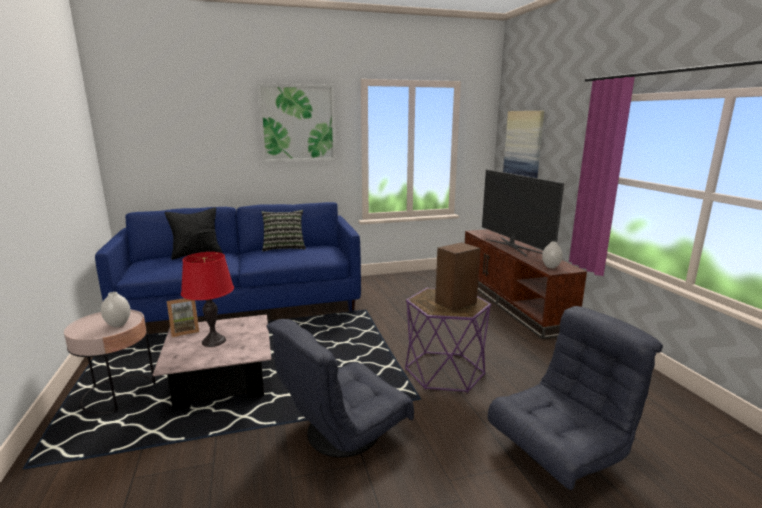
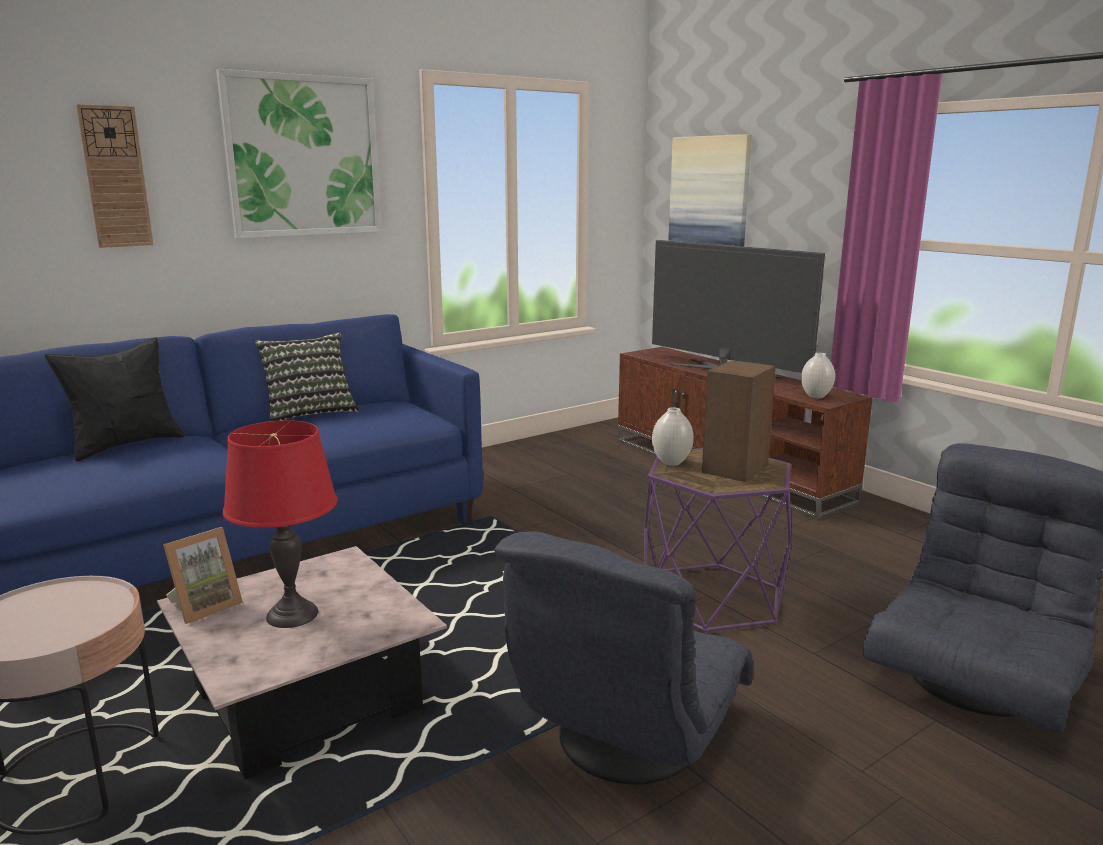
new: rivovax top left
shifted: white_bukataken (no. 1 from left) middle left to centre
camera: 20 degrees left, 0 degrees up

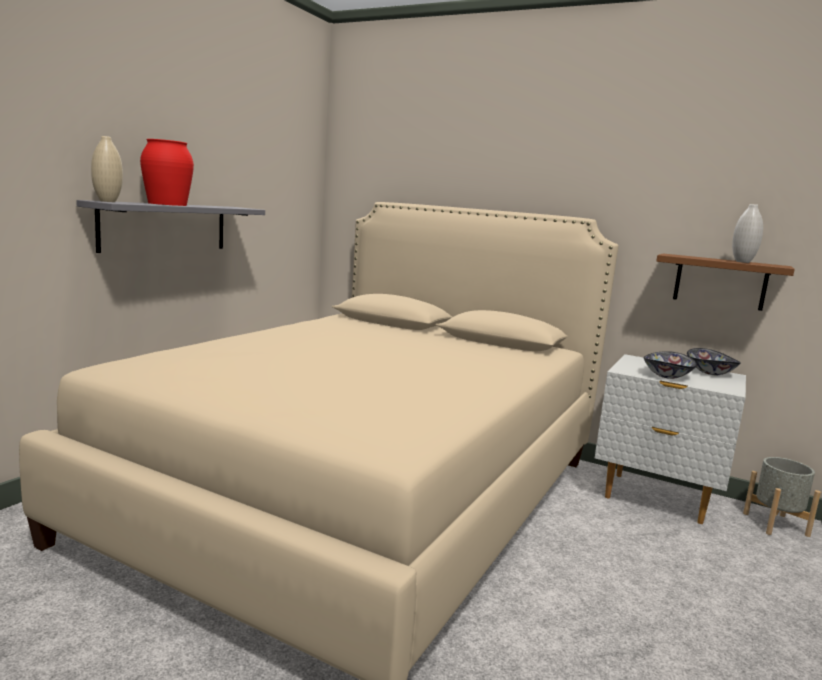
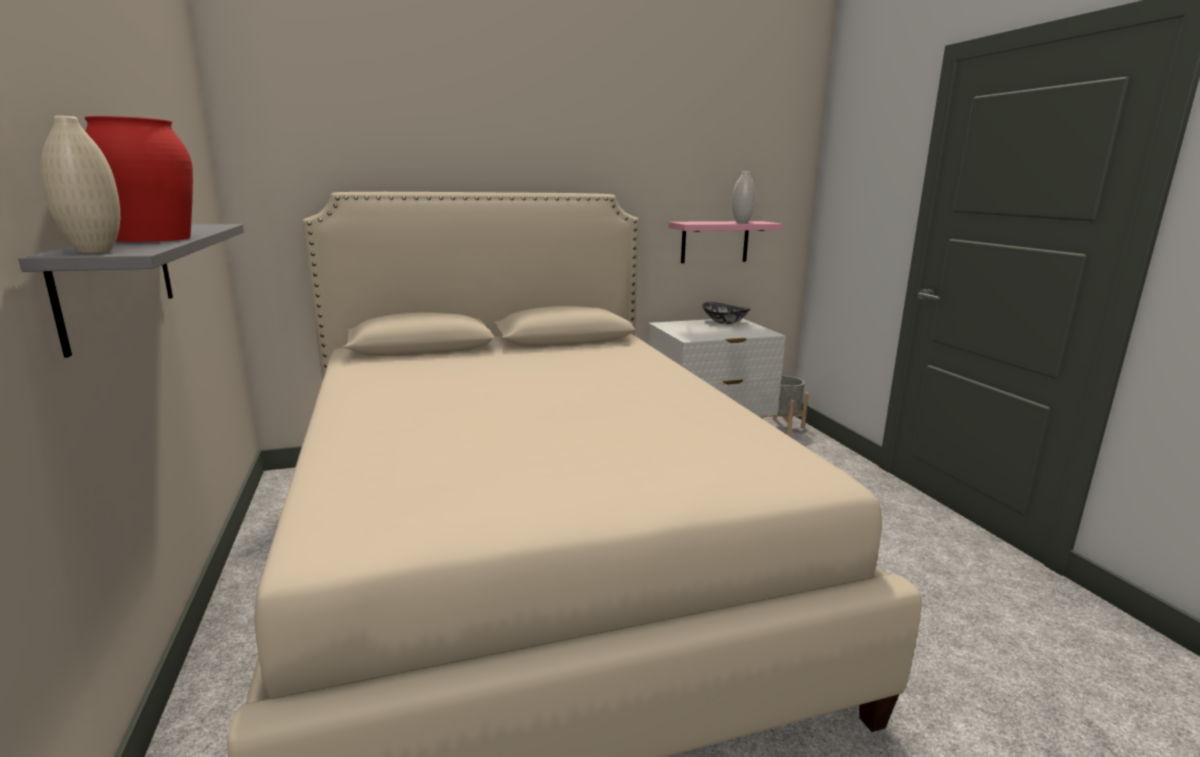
gone: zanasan (no. 1 from left) middle right
repainted: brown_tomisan middle right to pink_tomisan top centre
camera: 45 degrees left, 5 degrees up

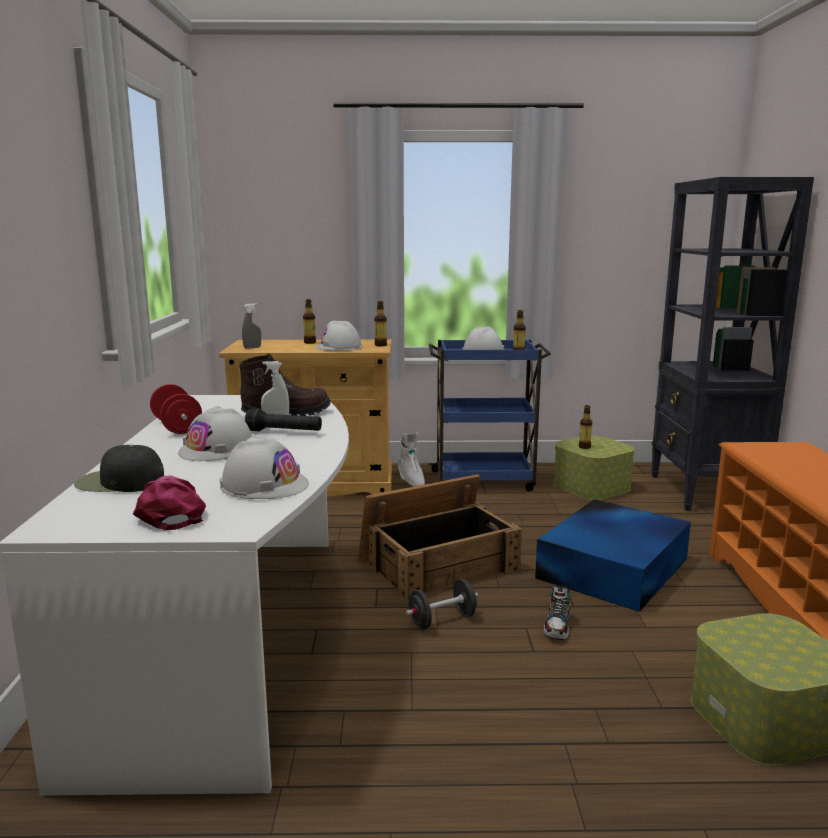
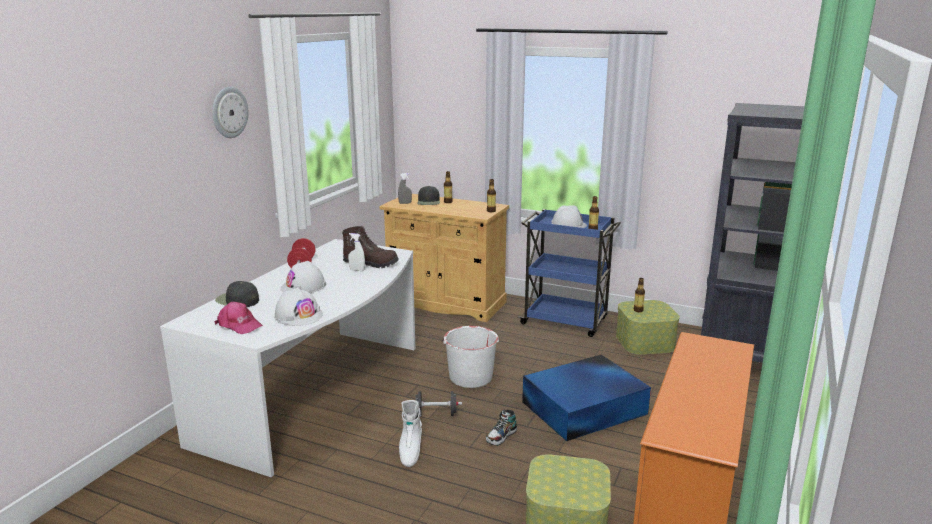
gone: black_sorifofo centre; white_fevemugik (no. 3 from left) centre
new: rivovax top left; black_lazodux (no. 2 from left) centre
shifted: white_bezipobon centre to bottom centre
swapped: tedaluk centre to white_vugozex bottom centre
rotated: pink_lazodux middle left = middle left 120 degrees clockwise
camera: 25 degrees right, 5 degrees up

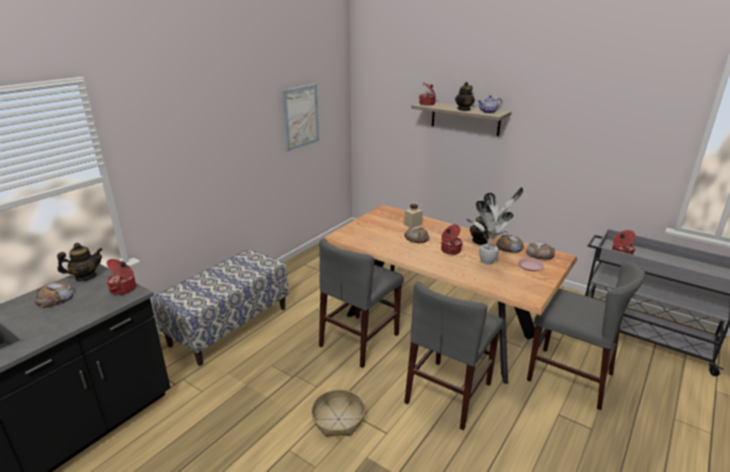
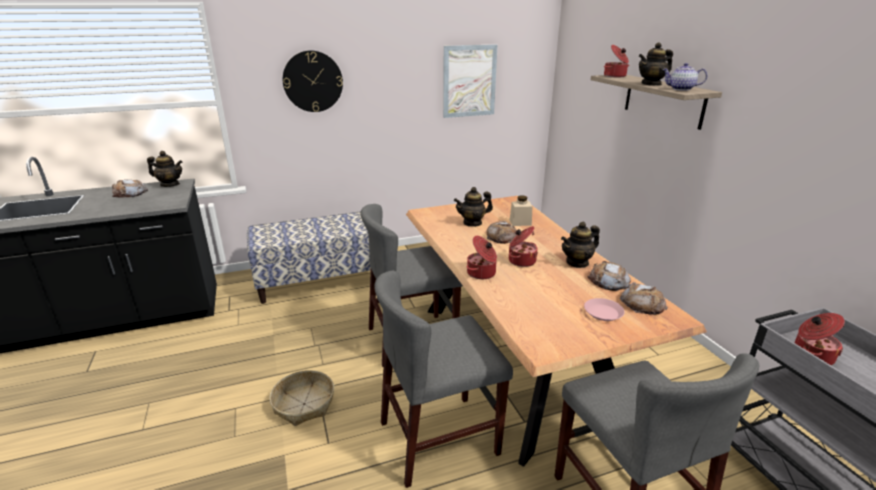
gone: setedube middle right
new: rivovax top centre; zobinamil (no. 2 from left) centre
shifted: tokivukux (no. 1 from left) middle left to centre
camera: 35 degrees right, 0 degrees up

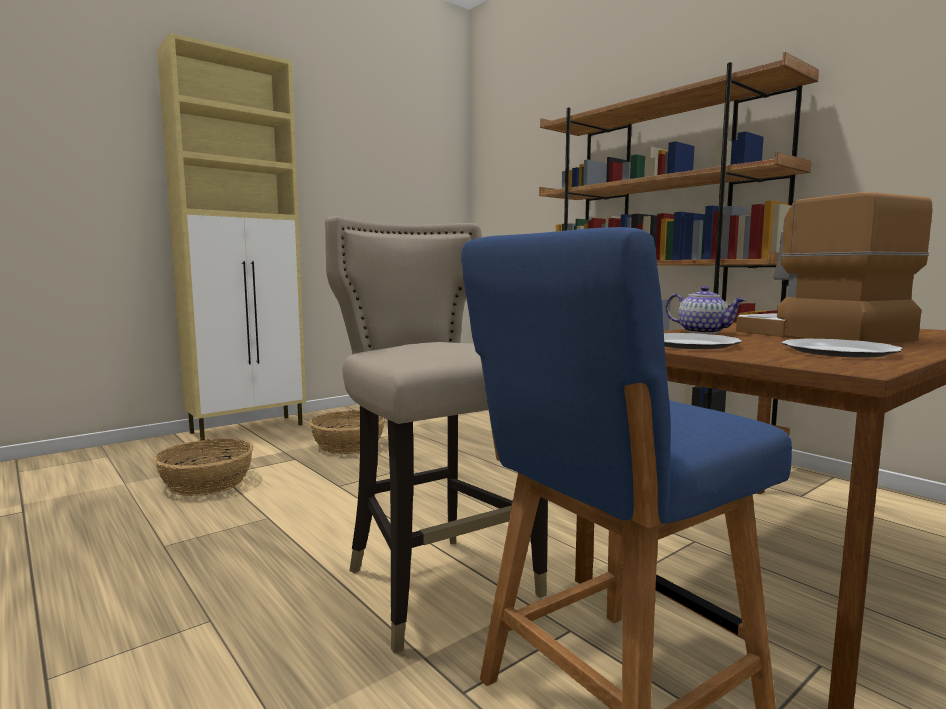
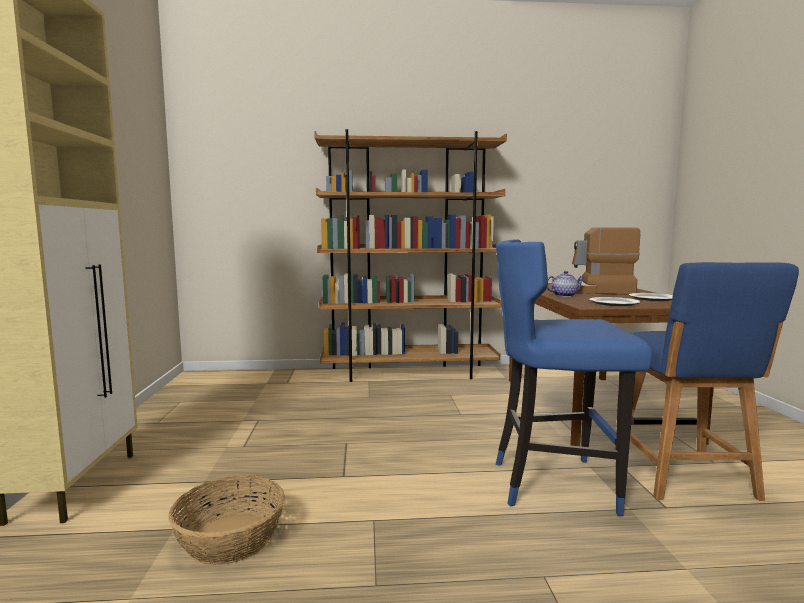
gone: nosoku (no. 2 from left) centre
repainted: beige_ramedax centre to blue_ramedax middle right
camera: 55 degrees left, 0 degrees up

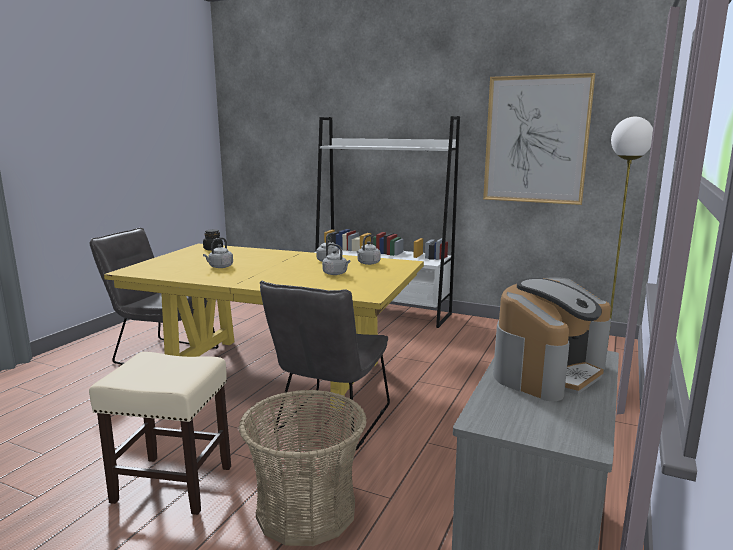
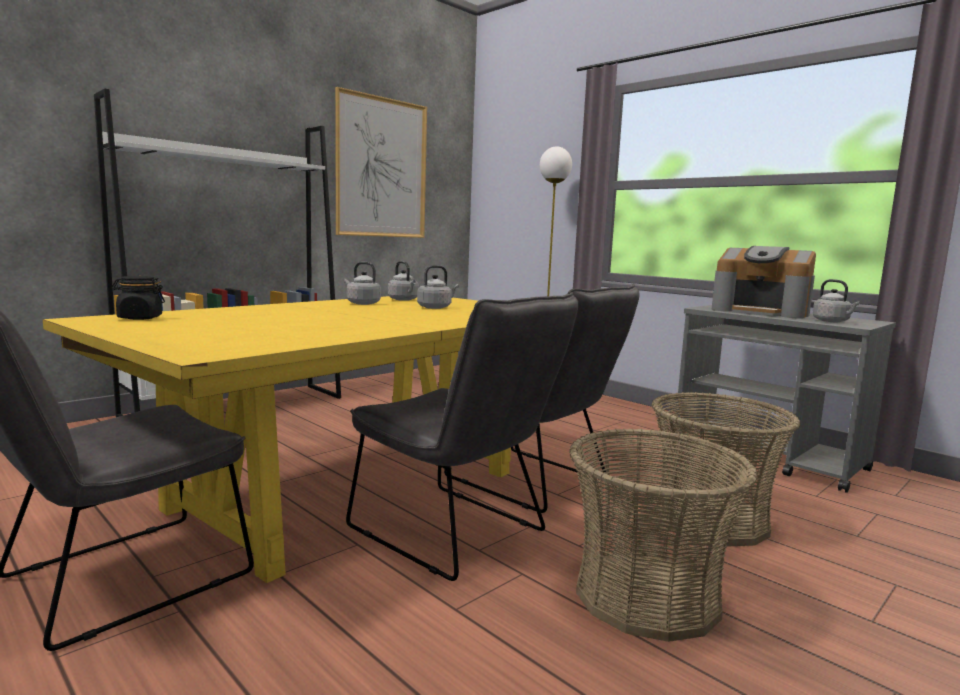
new: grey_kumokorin (no. 2 from left) centre
shifted: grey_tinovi (no. 1 from left in the first image) middle left to grey_tinovi (no. 4 from left) middle right
swapped: beige_ramedax bottom left to nosoku (no. 1 from left) bottom right
rotated: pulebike middle right = middle right 150 degrees clockwise
camera: 70 degrees left, 5 degrees down

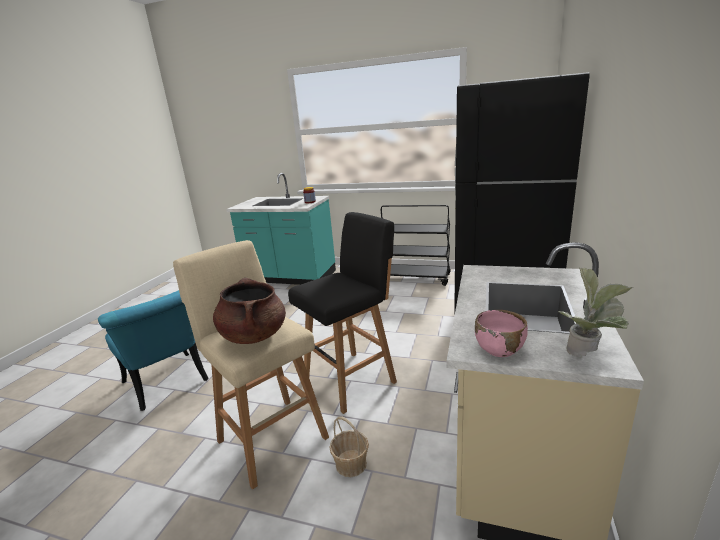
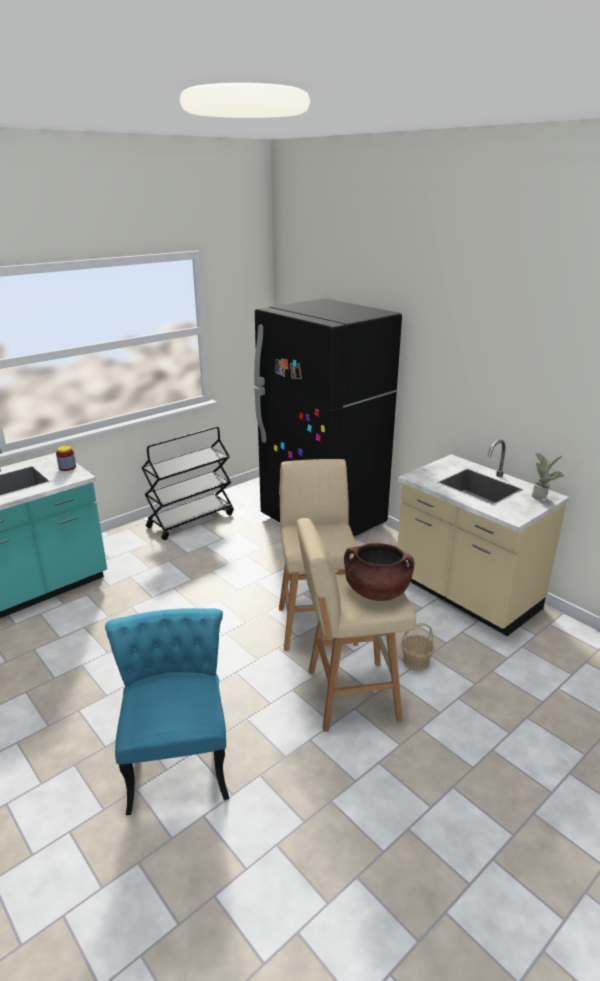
gone: pink_zanasan middle right
repainted: black_ramedax centre to beige_ramedax (no. 1 from left) centre
rotated: turquoise_kumokorin middle left = bottom left 90 degrees counterclockwise
camera: 60 degrees left, 5 degrees up

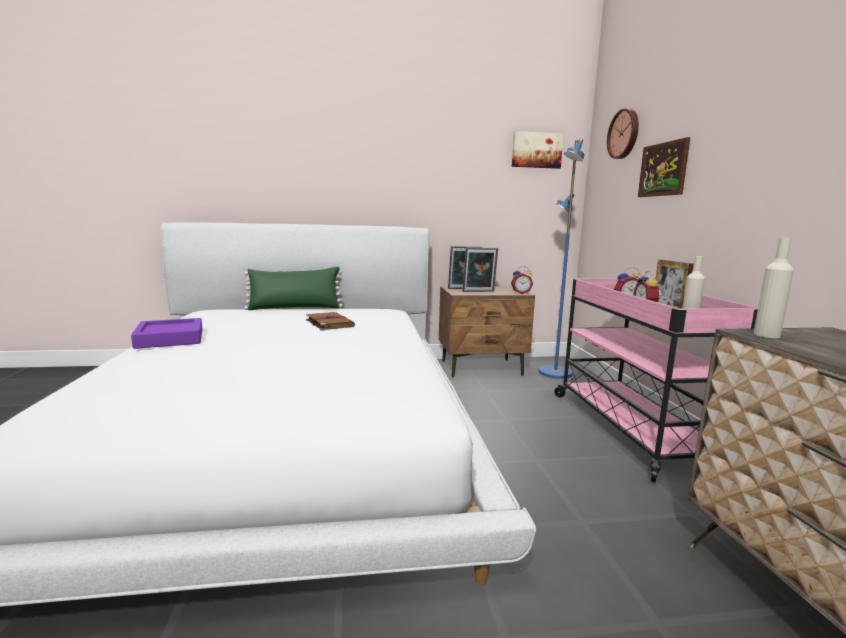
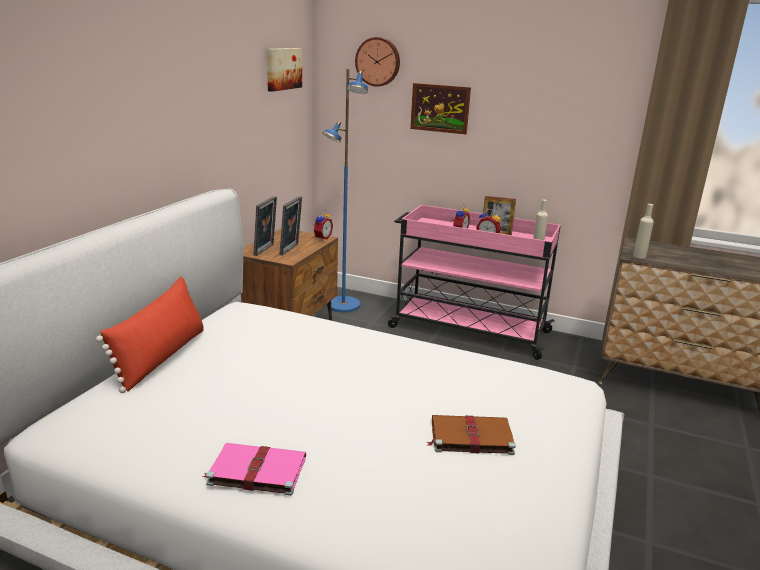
shifted: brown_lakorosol centre to bottom centre
swapped: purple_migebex middle left to pink_lakorosol bottom centre
repainted: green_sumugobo centre to red_sumugobo middle left
camera: 60 degrees left, 10 degrees up

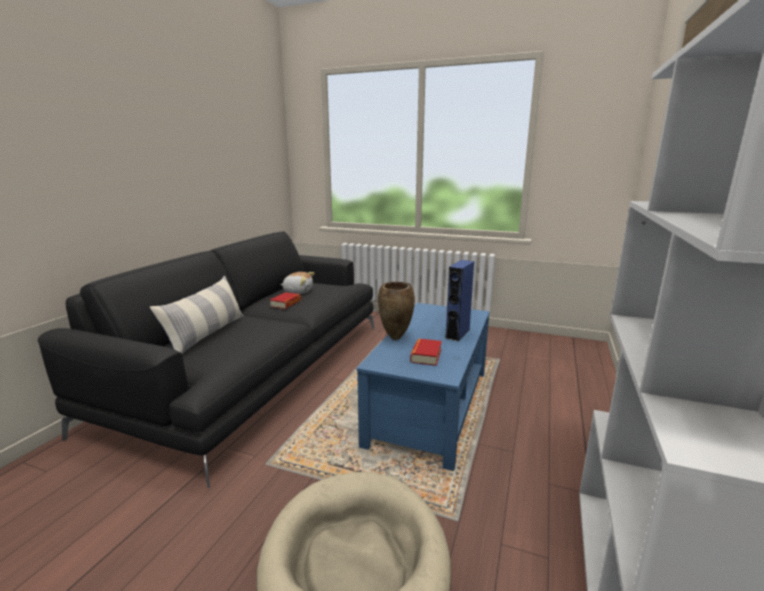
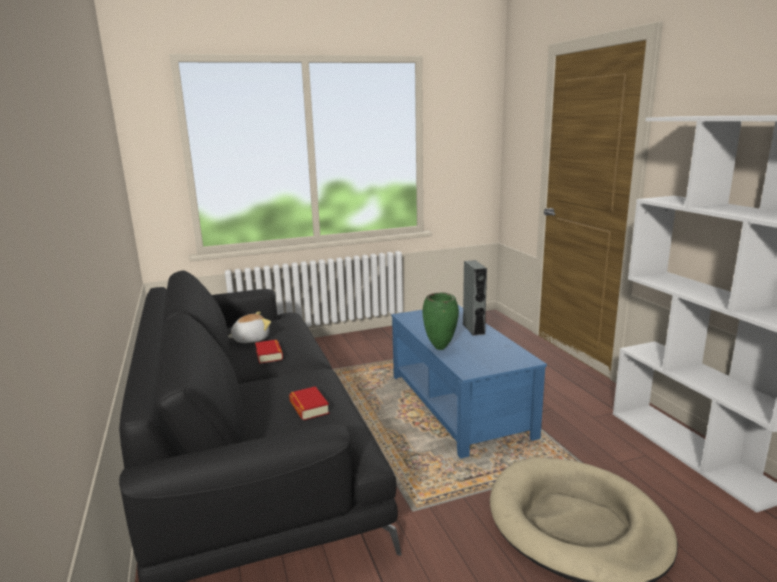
gone: sumugobo middle left
shifted: lakorosol (no. 2 from left) centre to bottom centre
repainted: brown_bukataken centre to green_bukataken centre; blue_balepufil centre to grey_balepufil centre
camera: 40 degrees left, 0 degrees up

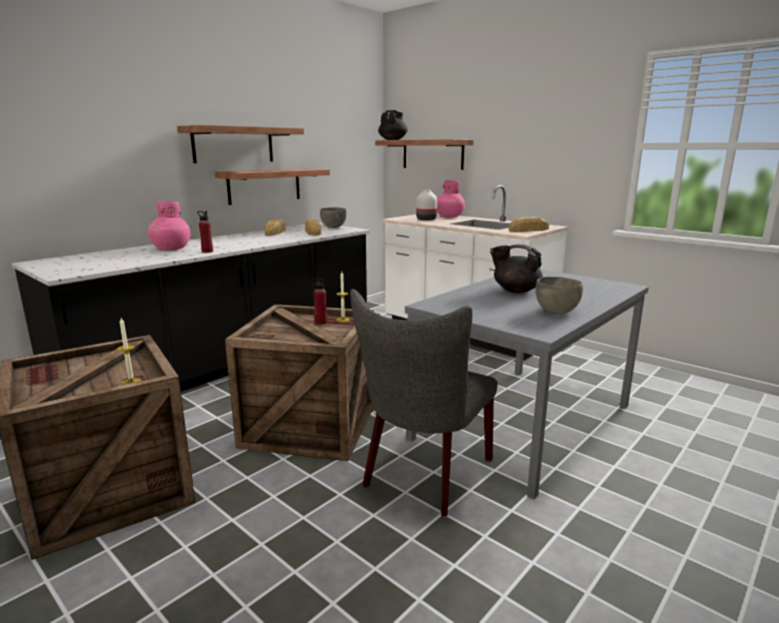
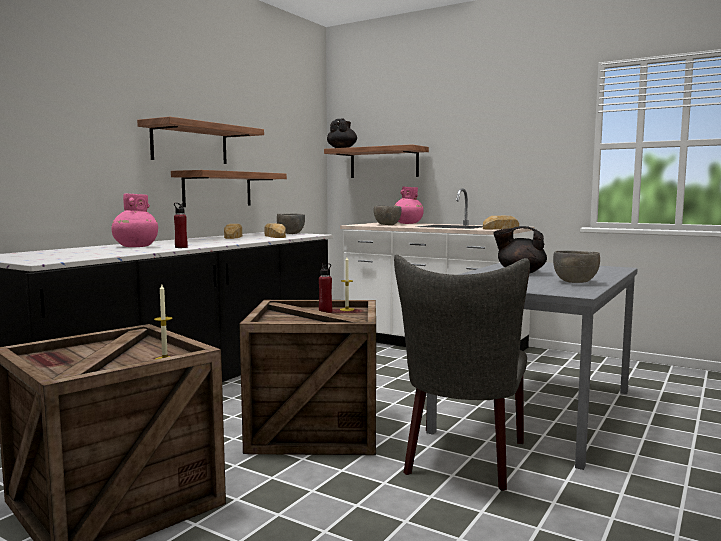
swapped: white_bukataken top centre to grey_zanasan (no. 2 from left) centre
camera: 10 degrees left, 10 degrees down

